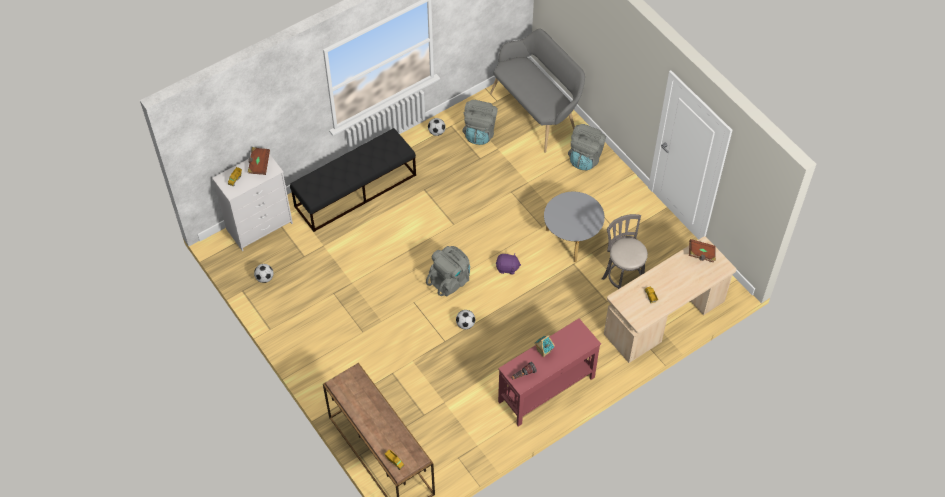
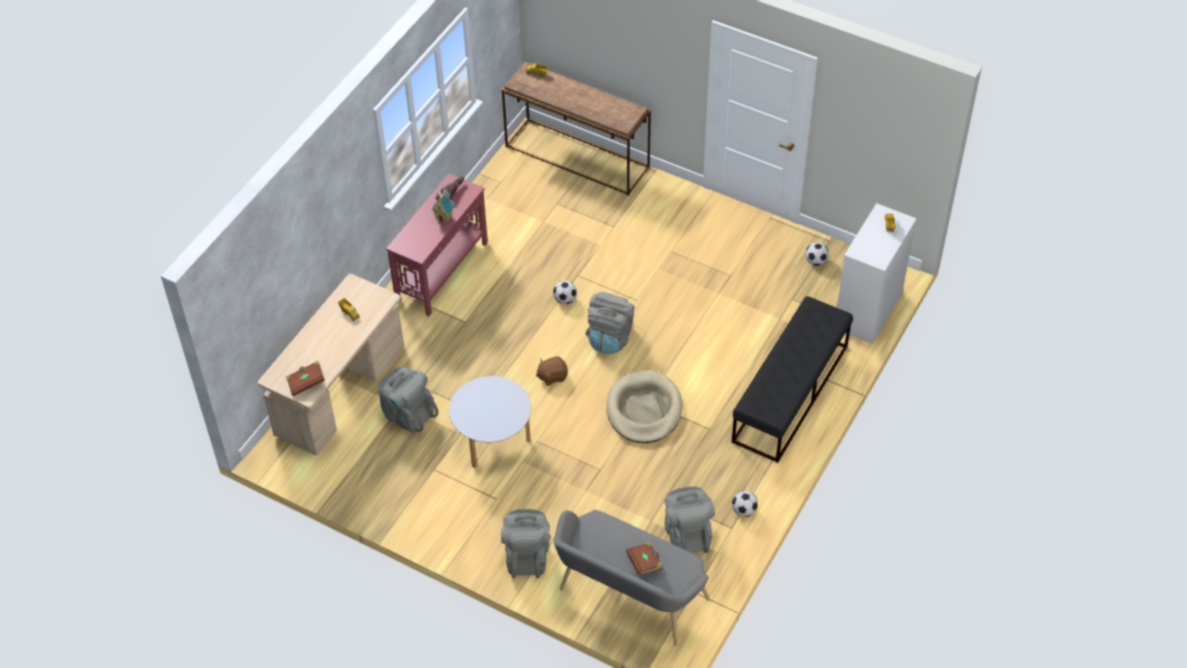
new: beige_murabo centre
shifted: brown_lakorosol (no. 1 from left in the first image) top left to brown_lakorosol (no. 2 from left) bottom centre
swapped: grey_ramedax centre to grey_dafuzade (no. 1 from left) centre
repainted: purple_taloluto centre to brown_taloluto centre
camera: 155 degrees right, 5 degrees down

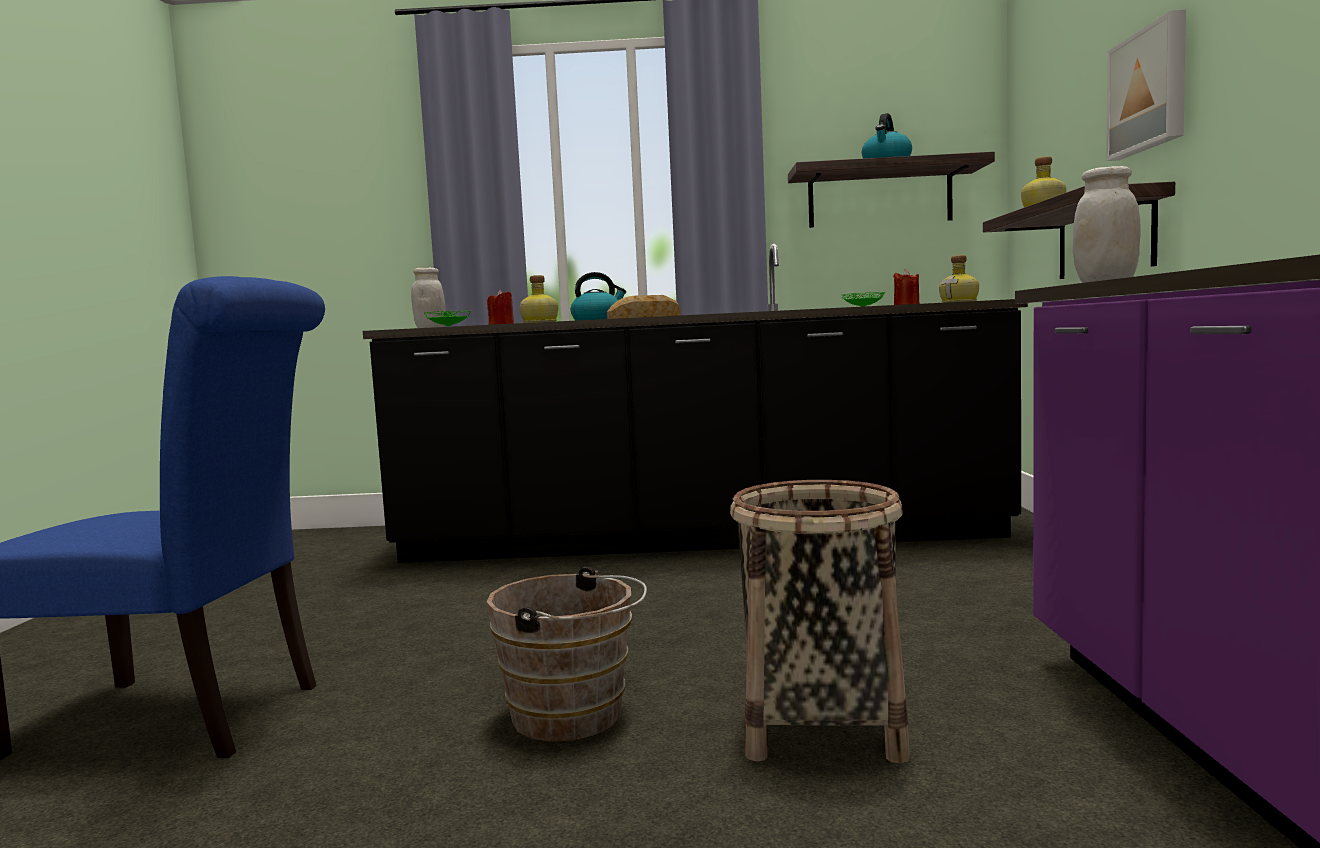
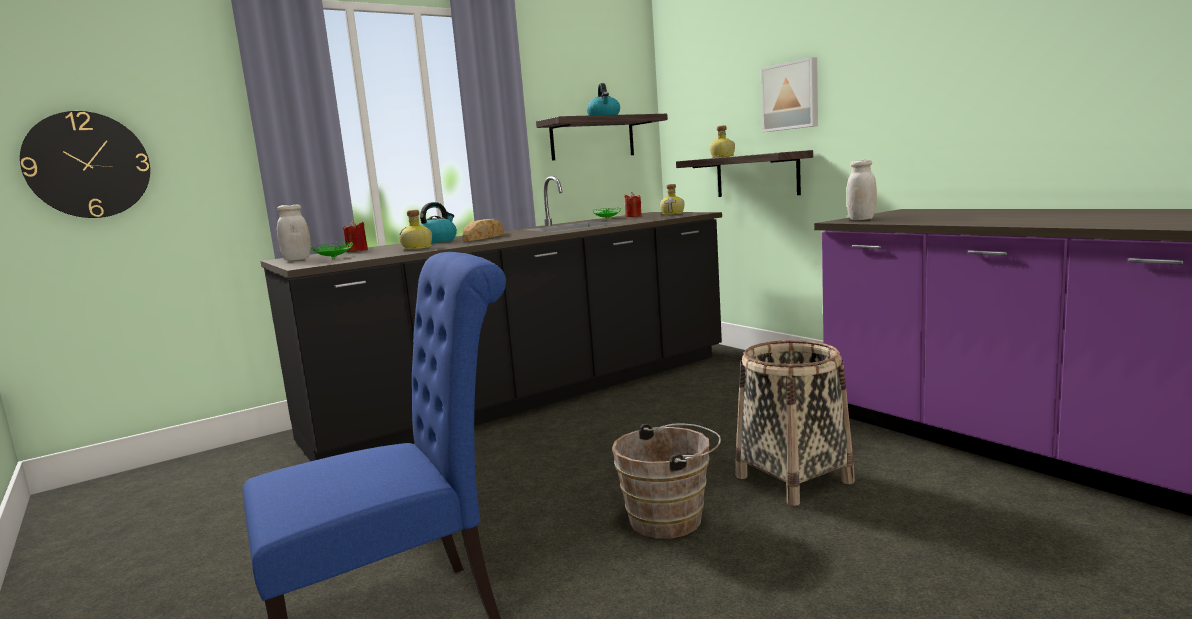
new: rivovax top left
camera: 35 degrees left, 5 degrees up

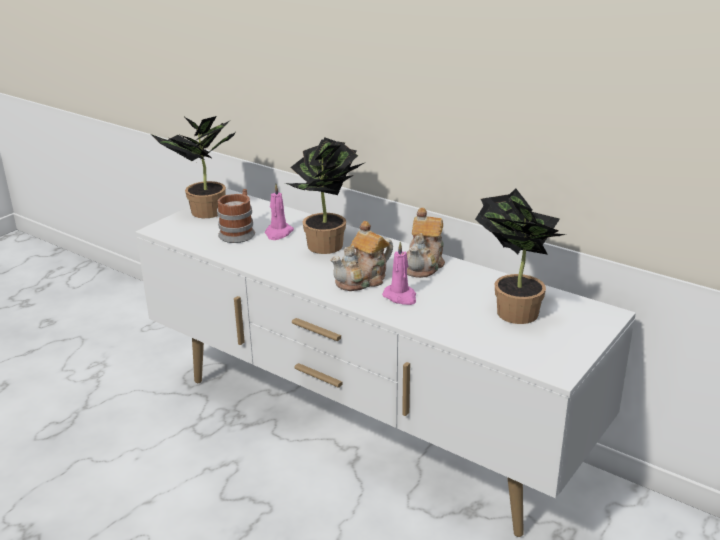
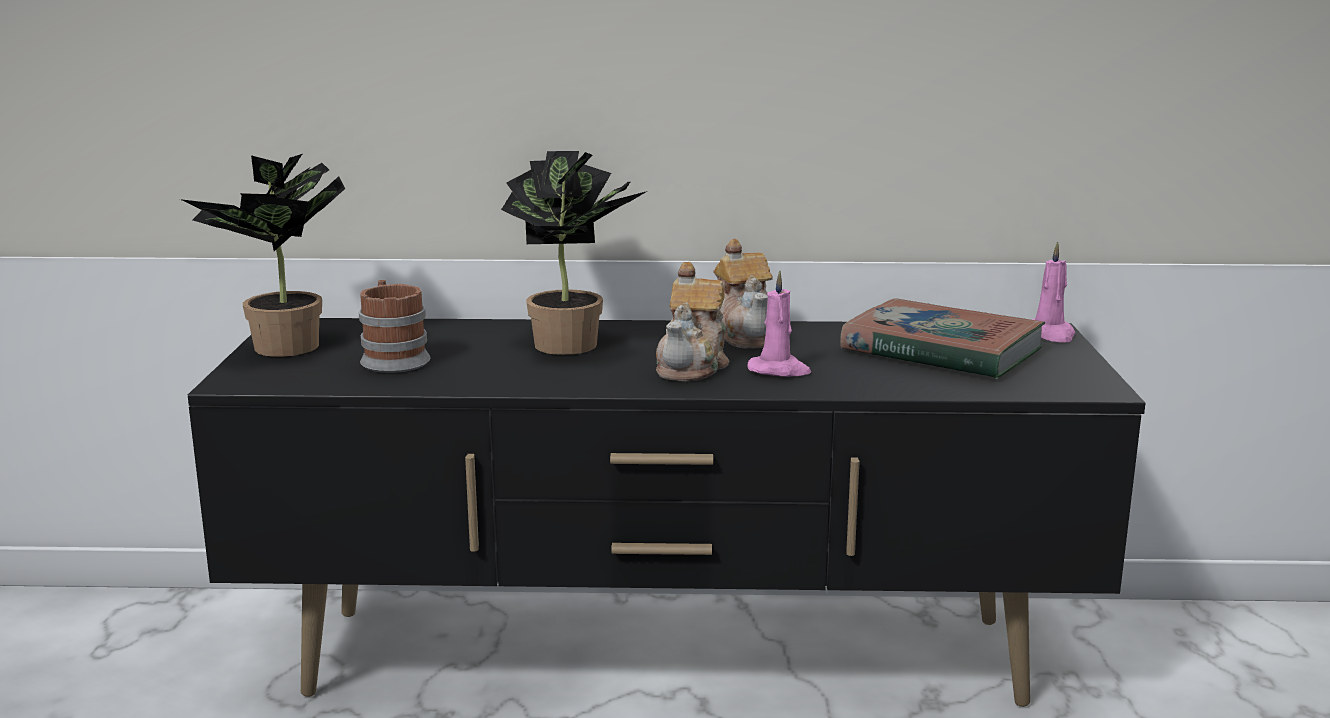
shifted: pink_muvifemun (no. 1 from left in the first image) centre to pink_muvifemun (no. 2 from left) middle right
swapped: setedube (no. 3 from left) middle right to lakorosol middle right
repainted: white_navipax bottom centre to black_navipax bottom centre
camera: 35 degrees left, 10 degrees down

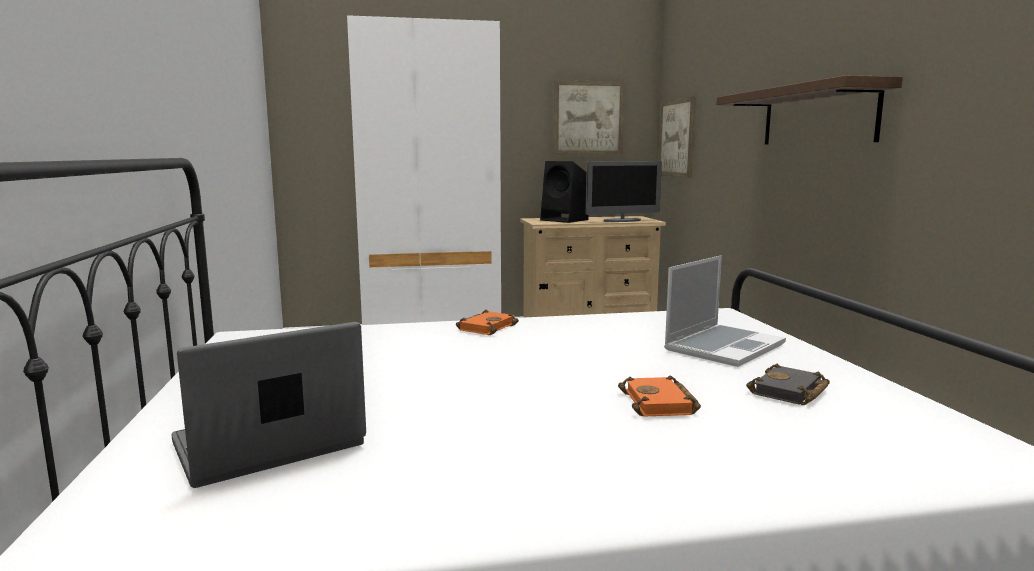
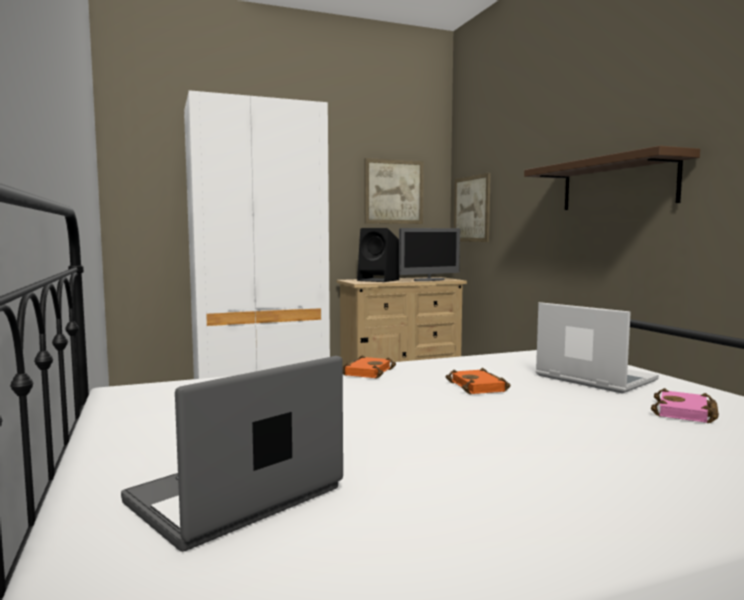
shifted: orange_lakorosol (no. 2 from left) bottom centre to centre
repainted: black_lakorosol bottom right to pink_lakorosol bottom right
rotated: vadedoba (no. 2 from left) middle right = middle right 75 degrees counterclockwise
camera: 10 degrees left, 5 degrees down

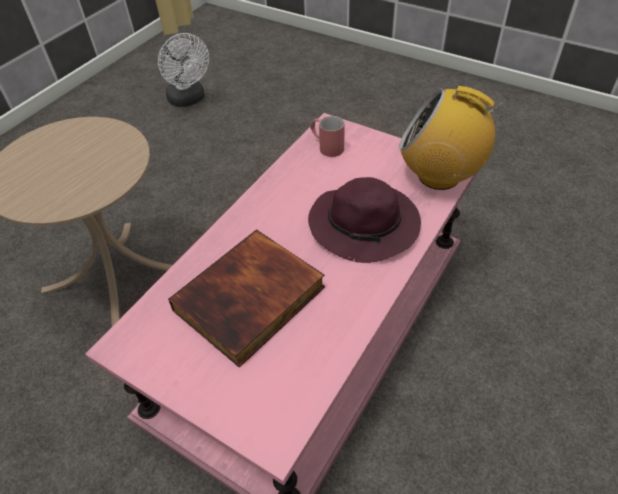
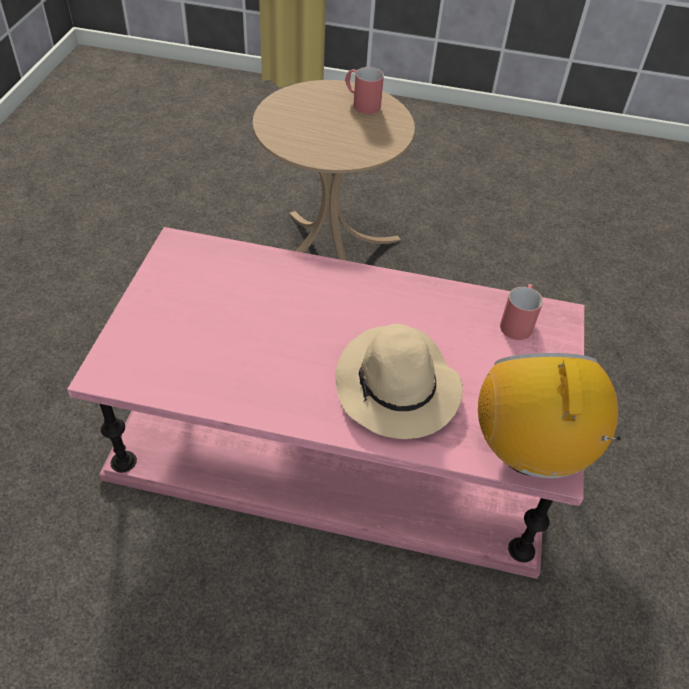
gone: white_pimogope top left; lakorosol centre
new: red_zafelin (no. 1 from left) top centre
repainted: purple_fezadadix centre to beige_fezadadix centre
camera: 65 degrees right, 0 degrees up

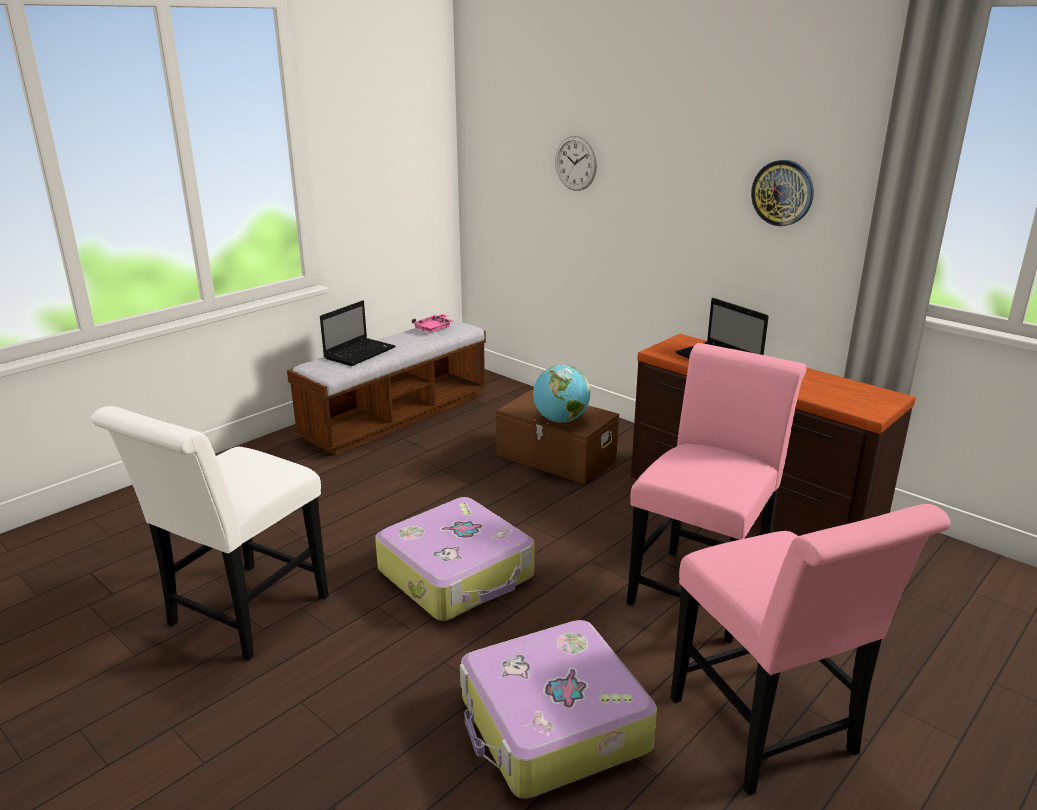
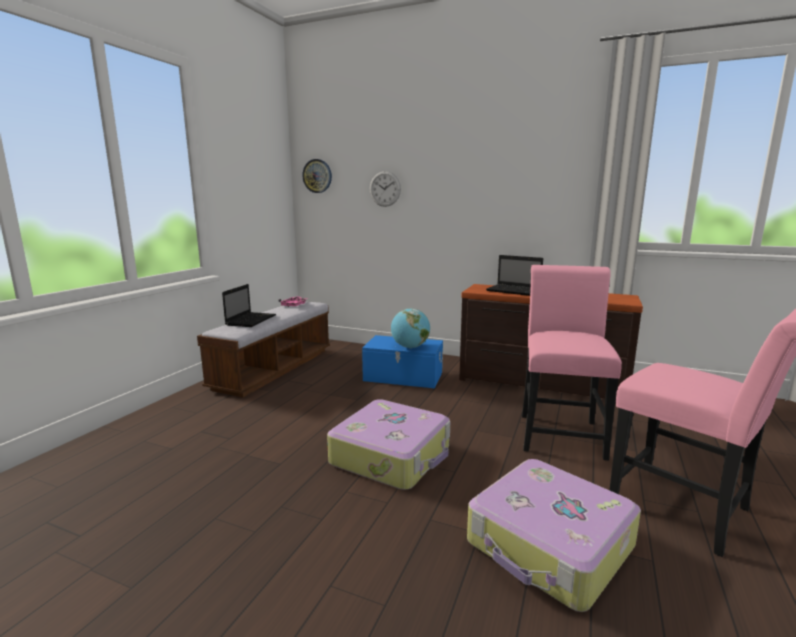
gone: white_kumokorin middle left
shifted: rivovax (no. 2 from left in the first image) top right to rivovax (no. 1 from left) top centre
repainted: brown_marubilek centre to blue_marubilek centre
camera: 20 degrees left, 10 degrees down

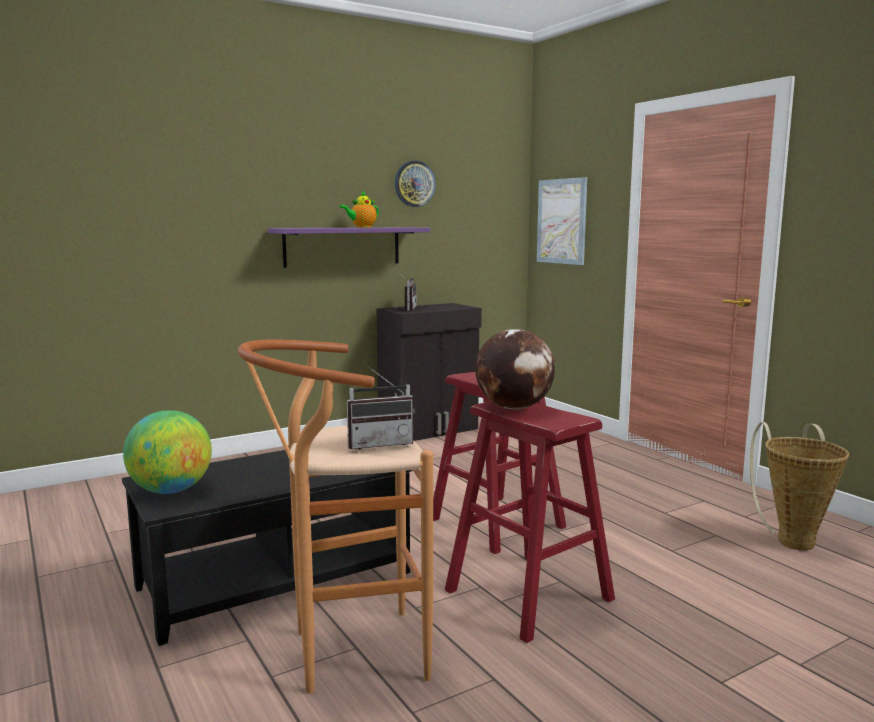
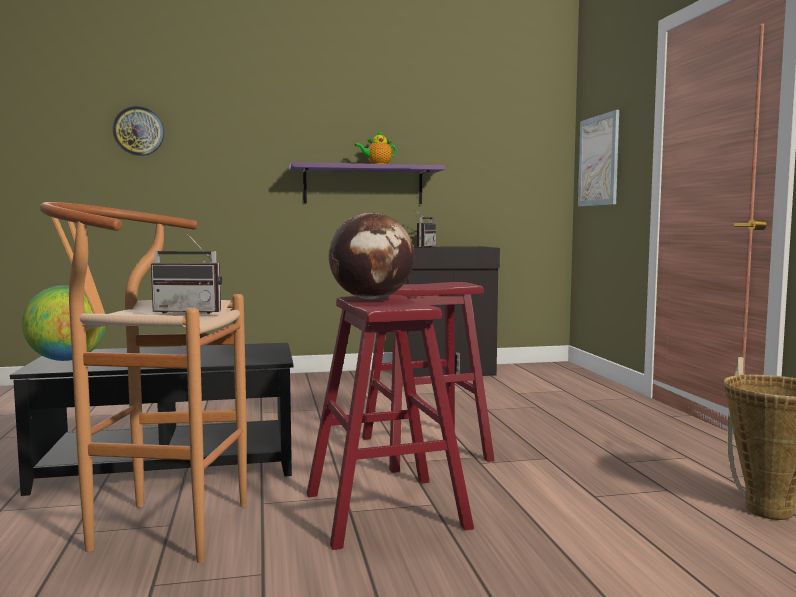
shifted: rivovax top centre to top left
camera: 20 degrees right, 5 degrees down

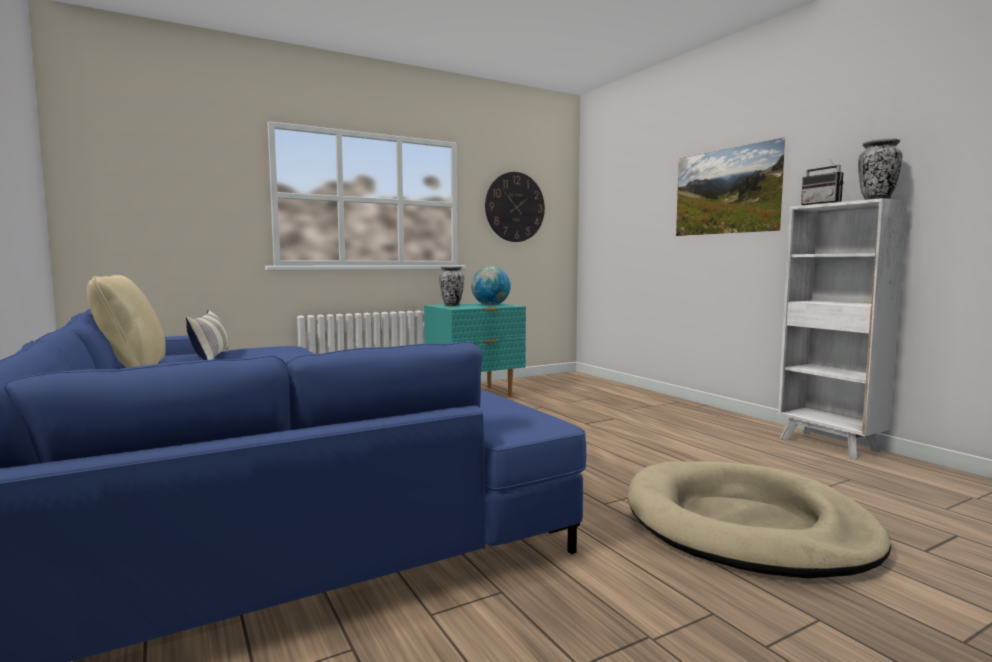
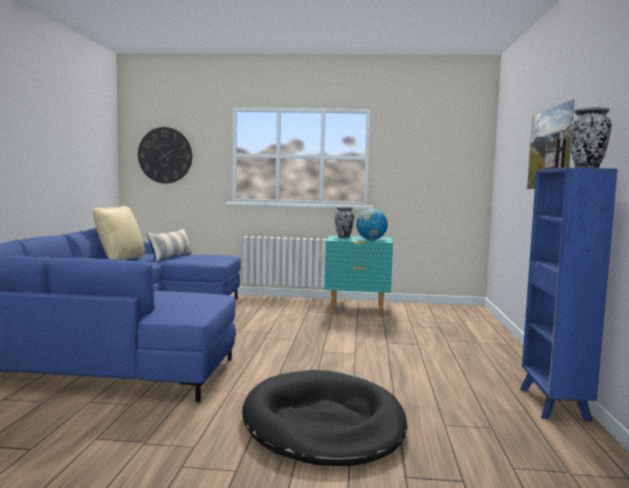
shifted: rivovax top centre to top left
repainted: beige_murabo bottom right to black_murabo bottom centre; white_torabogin middle right to blue_torabogin middle right
camera: 35 degrees right, 0 degrees up

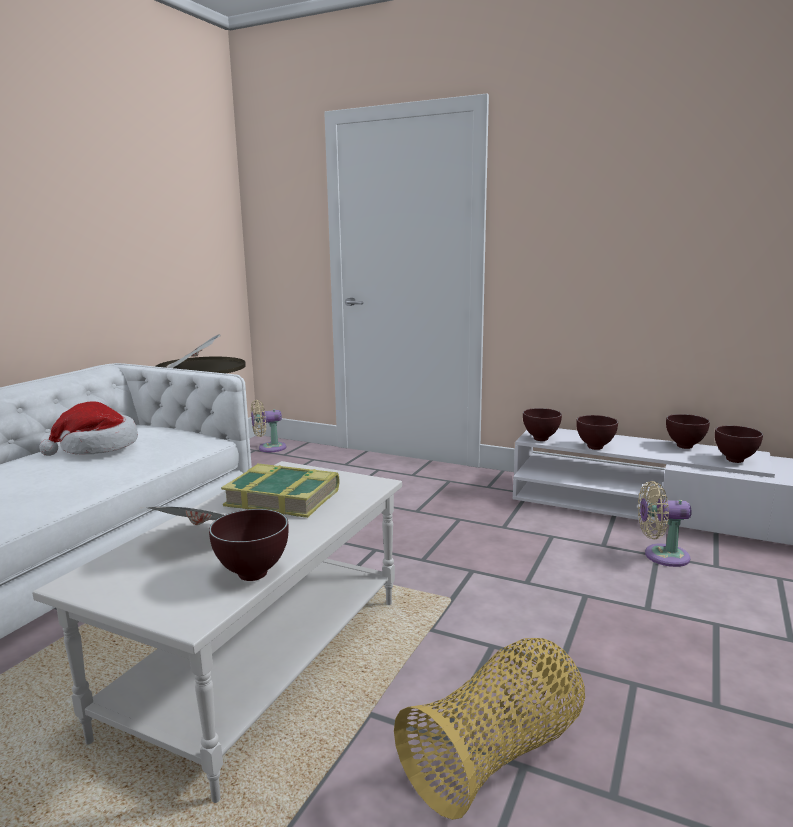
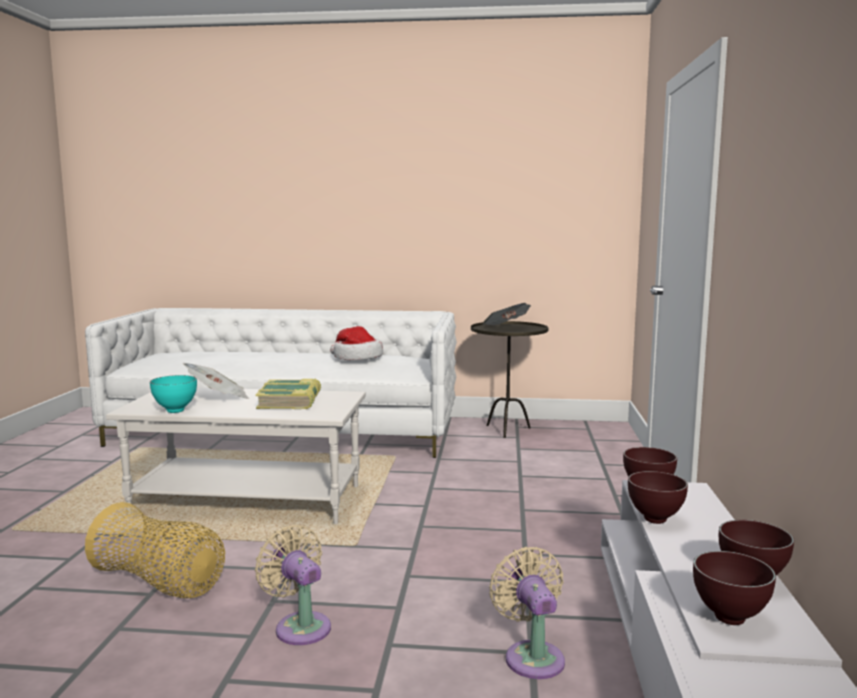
shifted: beige_pimogope (no. 1 from left) centre to bottom centre
repainted: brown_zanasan (no. 1 from left) middle left to turquoise_zanasan middle left
camera: 70 degrees right, 5 degrees down

